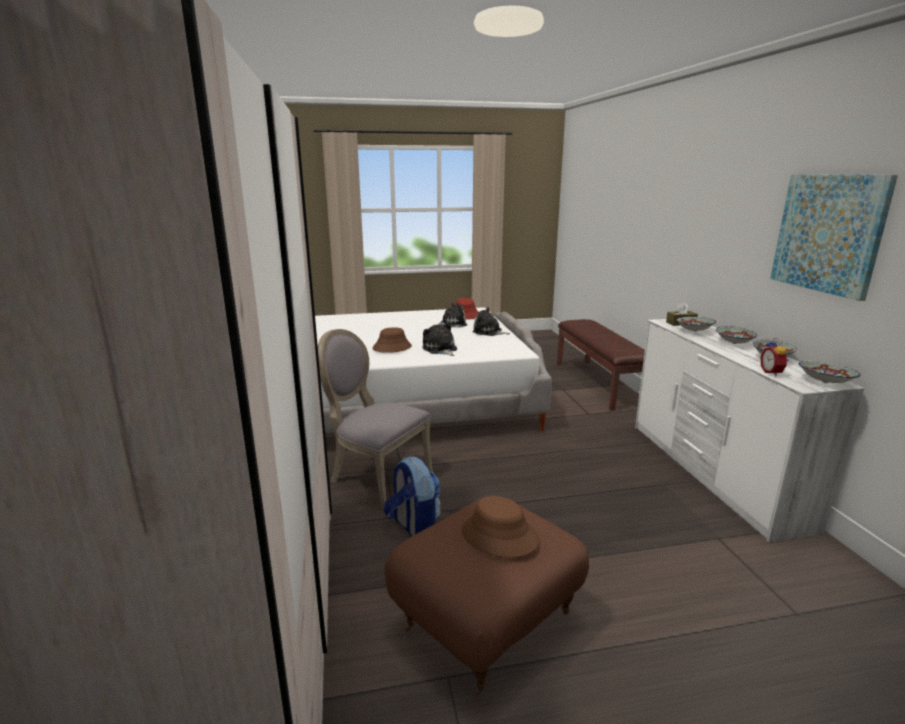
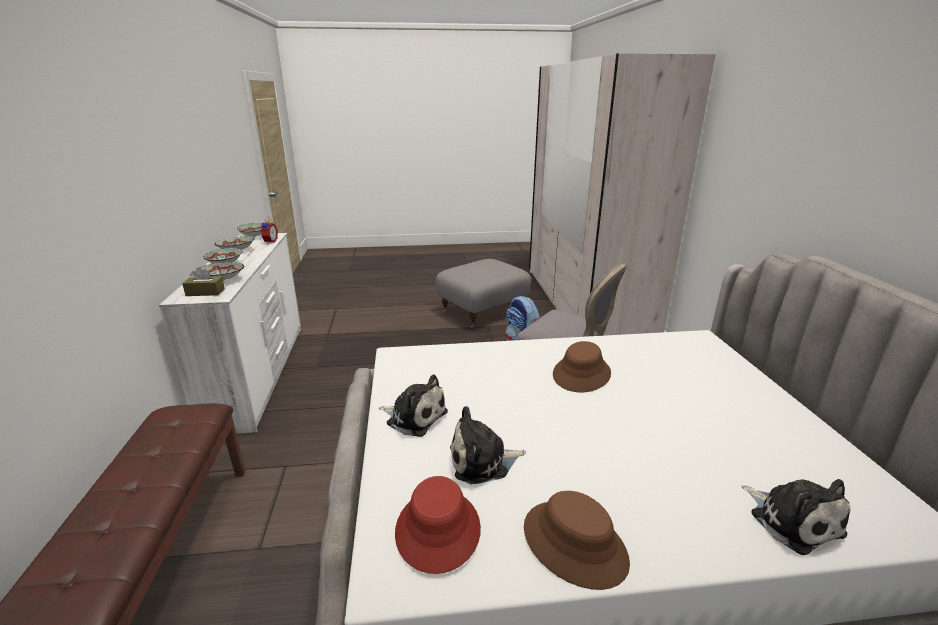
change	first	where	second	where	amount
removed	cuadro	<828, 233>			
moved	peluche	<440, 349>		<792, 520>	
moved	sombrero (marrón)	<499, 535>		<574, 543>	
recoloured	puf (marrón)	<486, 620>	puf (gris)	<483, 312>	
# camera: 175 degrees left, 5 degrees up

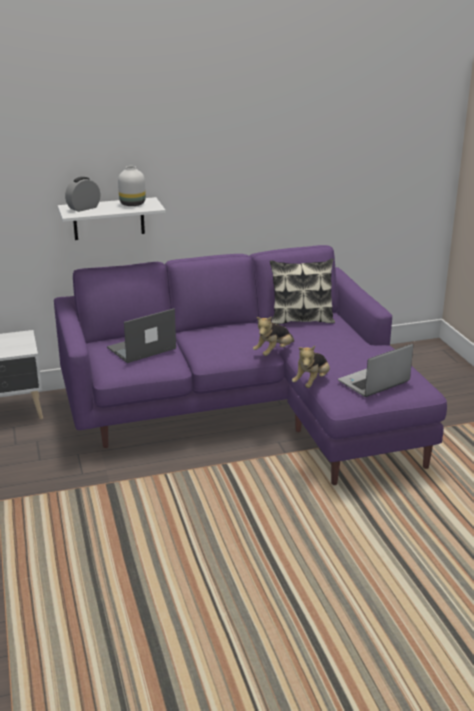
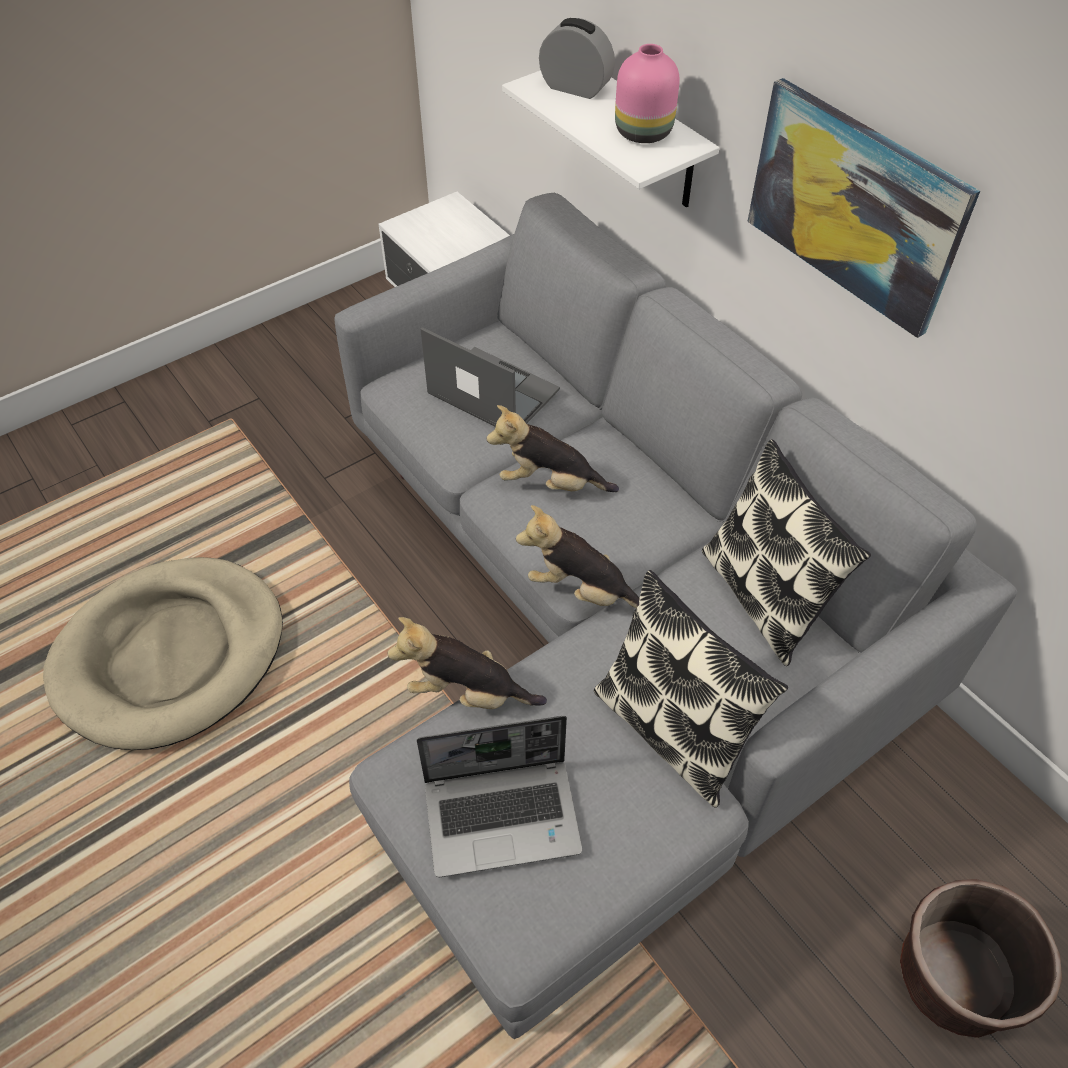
change	first	where	second	where	amount
added			cama para perro (beis)	<171, 656>	
added			peluche	<550, 483>	
added			cojín	<672, 730>	
added			cuadro	<854, 205>	
added			maceta (marrón)	<955, 978>	
recoloured	sofá (morado)	<249, 411>	sofá (gris)	<605, 634>	
recoloured	florero (blanco)	<132, 204>	florero (rosa)	<642, 133>	
turned	portátil	<373, 382>		<503, 815>	135 degrees clockwise
# camera: 70 degrees right, 25 degrees up

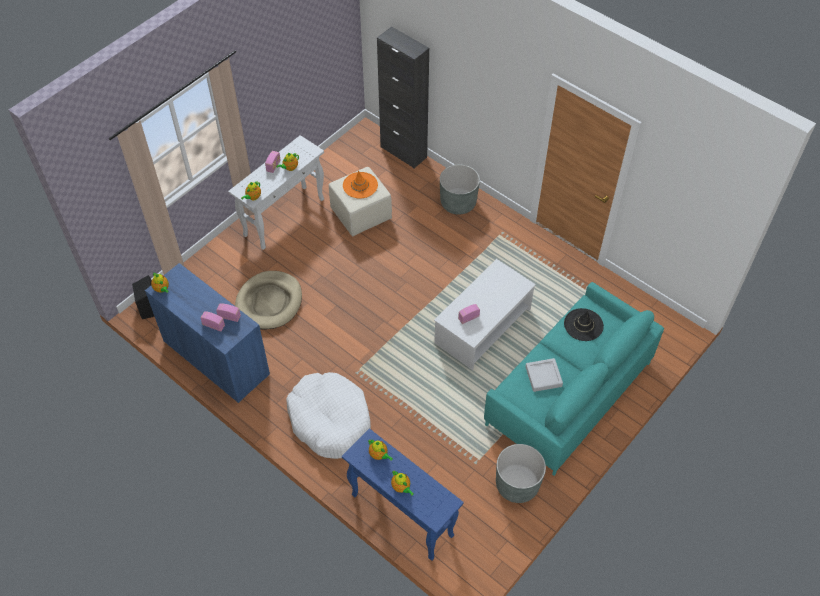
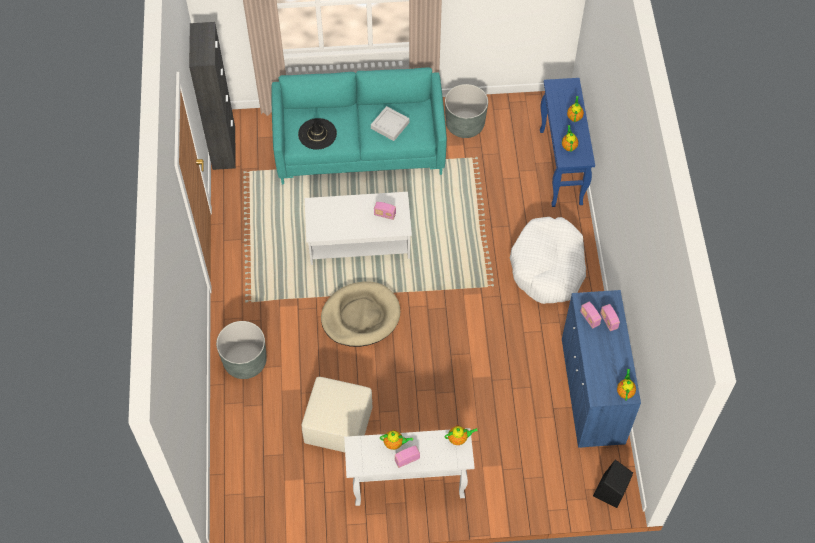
change	first	where	second	where	amount
removed	sombrero (naranja)	<360, 185>			
moved	cama para perro (beis)	<269, 302>		<360, 316>	
moved	armario (negro)	<403, 152>		<224, 148>	
# camera: 135 degrees left, 5 degrees up

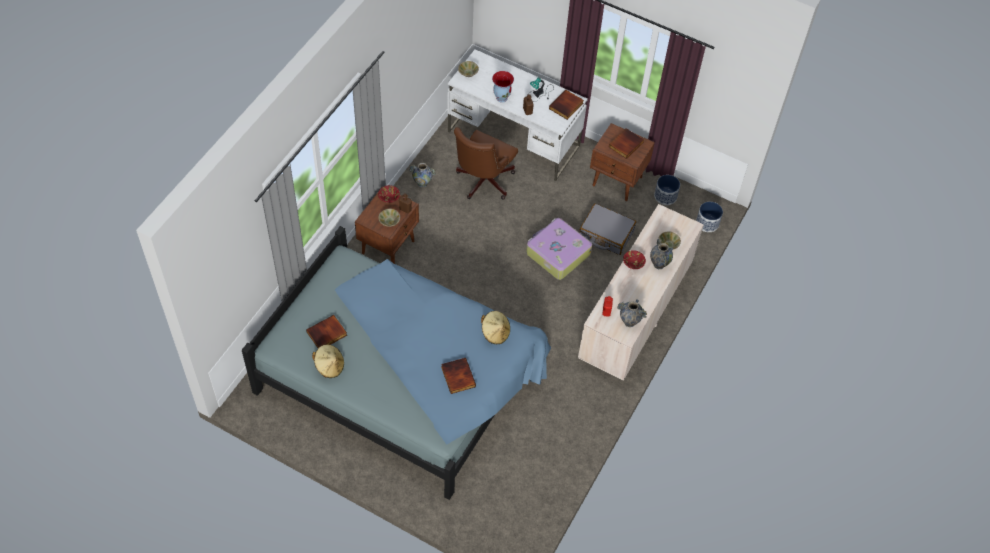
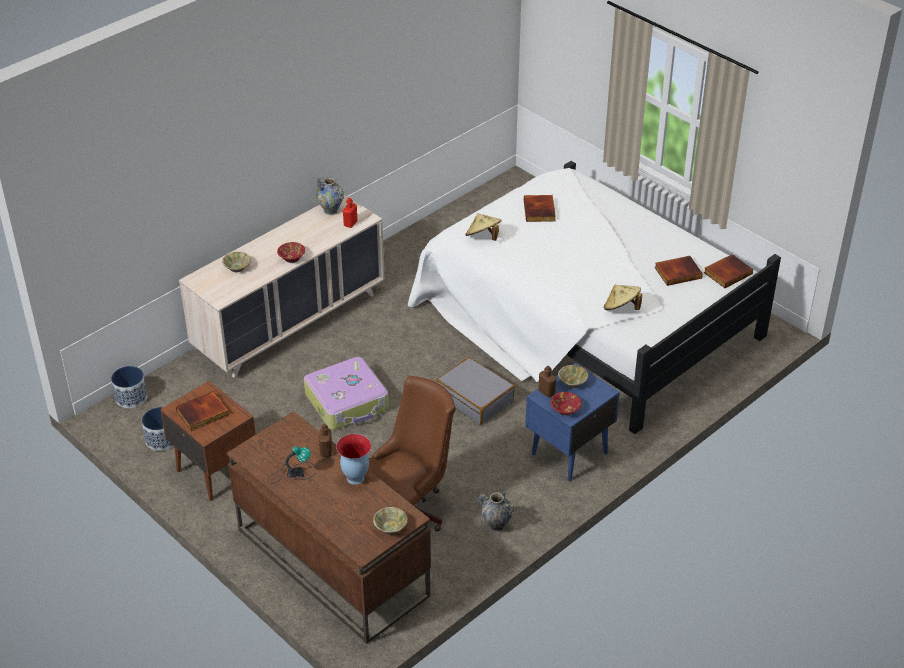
change	first	where	second	where	amount
removed	florero	<659, 264>			
moved	sombrero (beis)	<329, 366>		<621, 308>	
moved	libro	<566, 106>		<727, 273>	
moved	maleta (gris)	<606, 234>		<475, 398>	
recoloured	cama (azul)	<404, 376>	cama (blanco)	<586, 318>	
recoloured	mesita de noche (marrón)	<389, 246>	mesita de noche (azul)	<568, 453>	
recoloured	escritorio (blanco)	<514, 139>	escritorio (marrón)	<331, 562>	
# camera: 160 degrees left, 15 degrees down

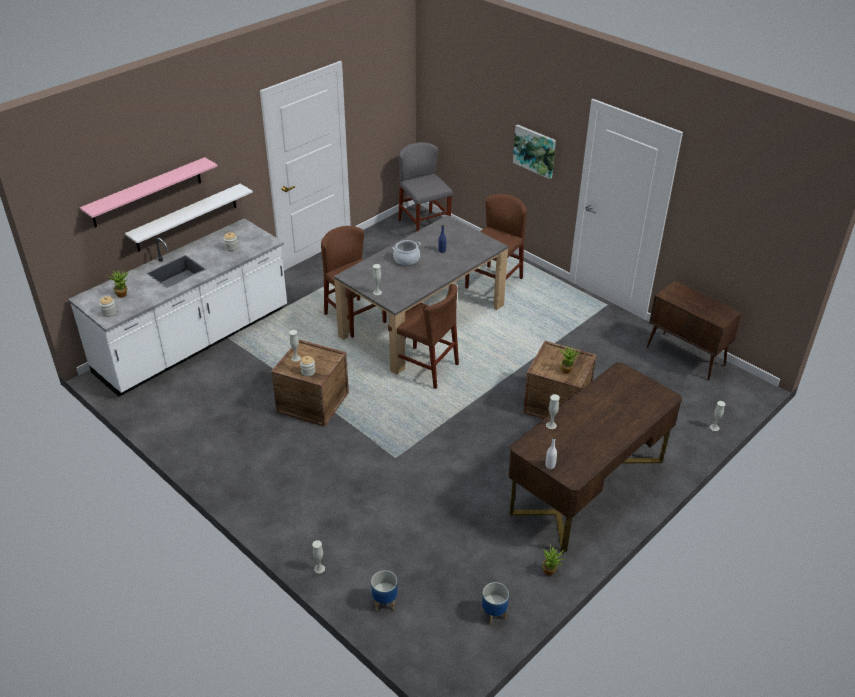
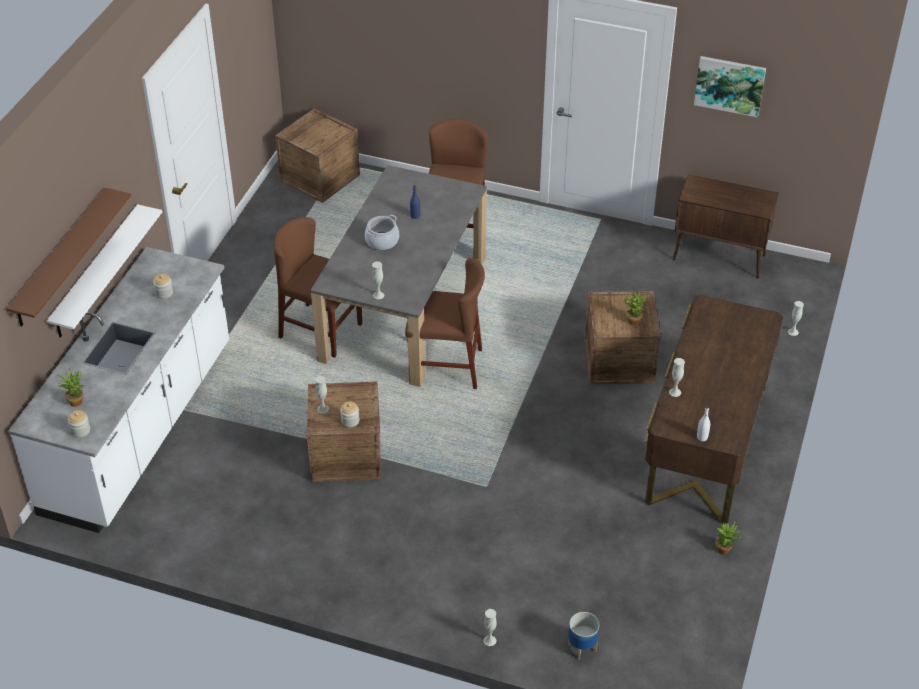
change	first	where	second	where	amount
removed	maceta	<493, 614>			
moved	cuadro	<535, 151>		<730, 85>	
replaced	silla (gris)	<424, 226>	caja de embalaje	<320, 178>	
recoloured	estante (rosa)	<147, 192>	estante (marrón)	<60, 258>	
# camera: 25 degrees left, 5 degrees up

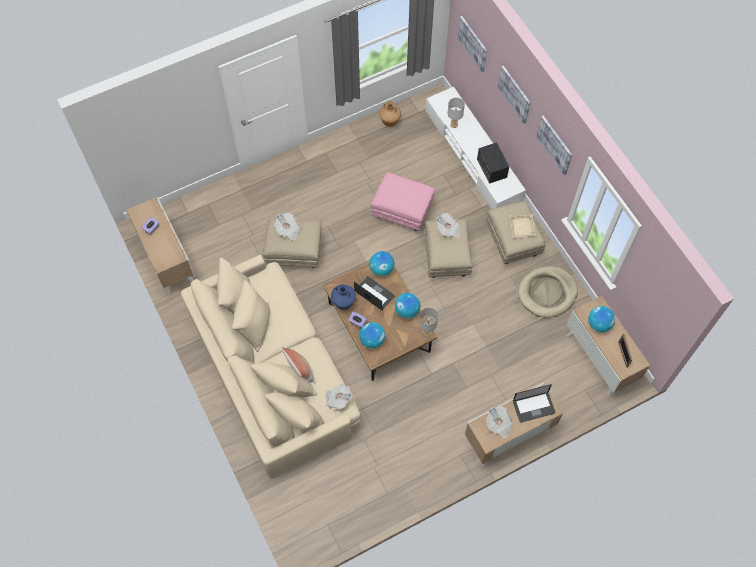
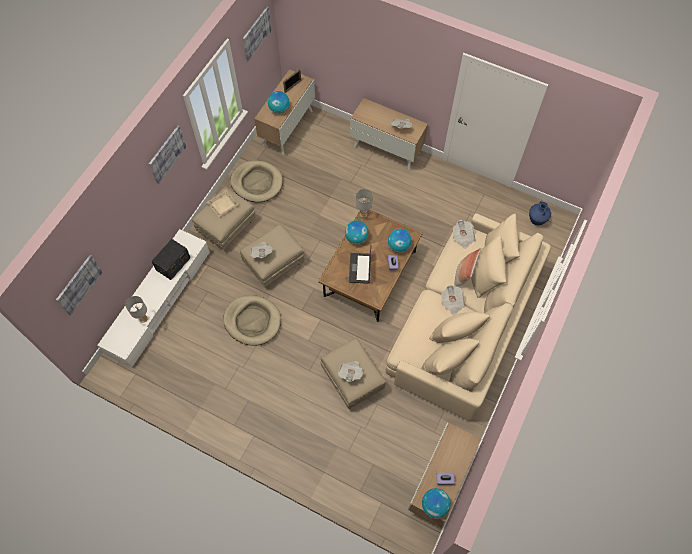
change	first	where	second	where	amount
removed	florero (marrón)	<390, 122>			
removed	portátil	<533, 407>			
added			periódico	<452, 303>	
moved	florero (azul)	<343, 303>		<536, 220>	
moved	globo terráqueo	<381, 269>		<434, 505>	
moved	cuadro	<515, 94>		<256, 33>	
replaced	puf (rosa)	<403, 211>	cama para perro (beis)	<252, 321>	
# camera: 125 degrees left, 0 degrees up

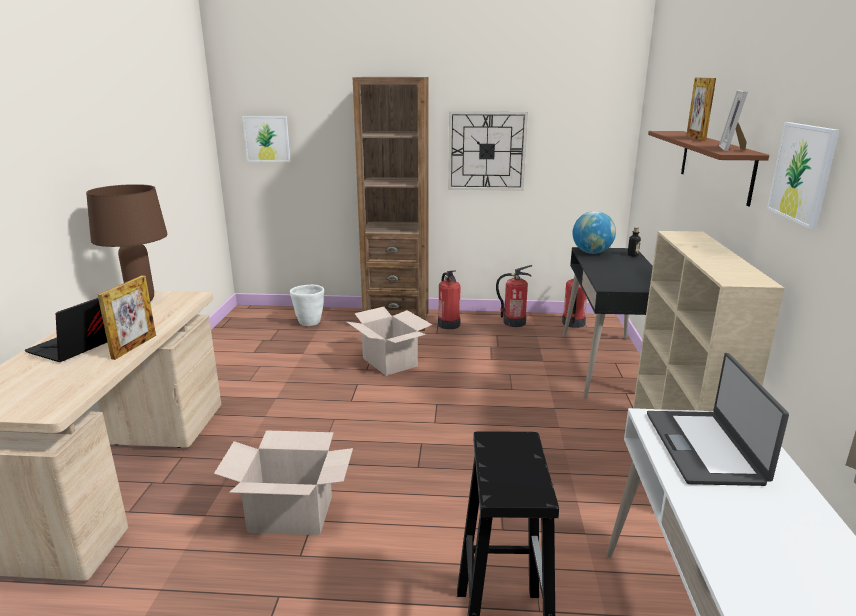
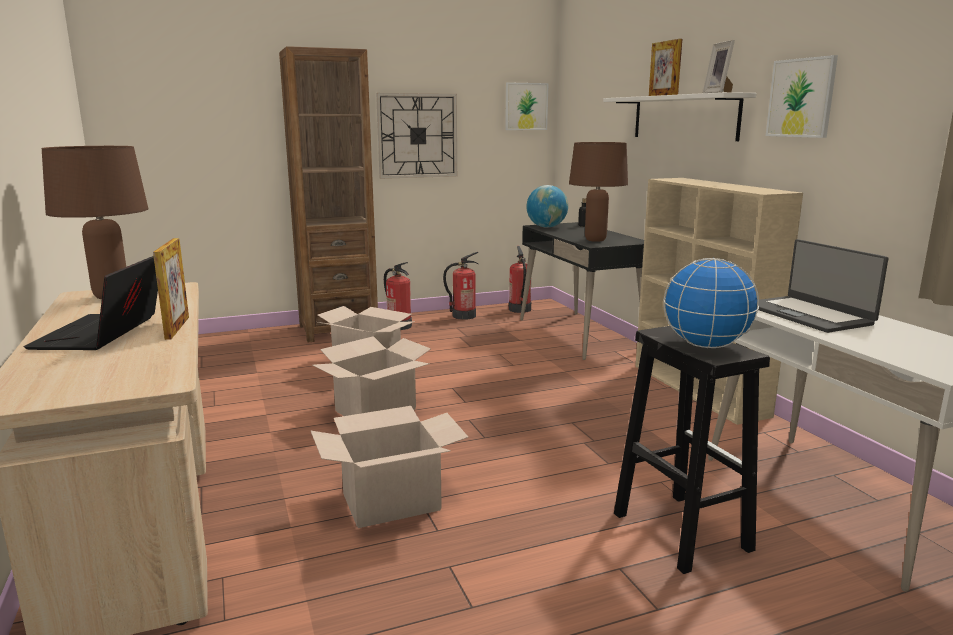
change	first	where	second	where	amount
removed	maceta (blanco)	<309, 323>			
added			caja de cartón	<375, 410>	
added			lámpara de mesa (marrón)	<595, 240>	
added			globo terráqueo	<705, 345>	
moved	cuadro	<267, 139>		<526, 106>	
recoloured	estante (marrón)	<715, 164>	estante (blanco)	<683, 117>	
# camera: 25 degrees left, 5 degrees down

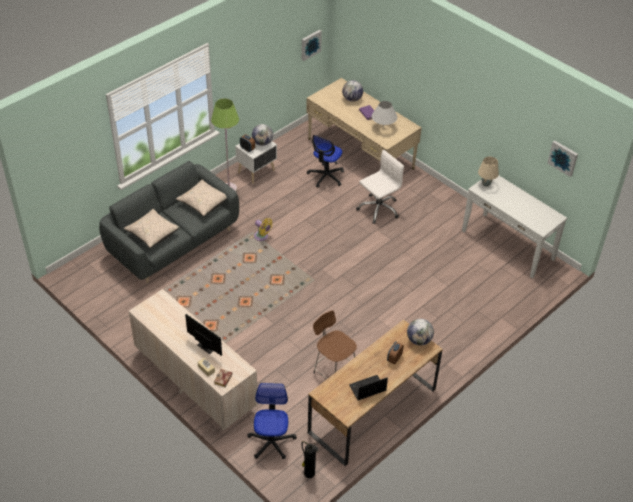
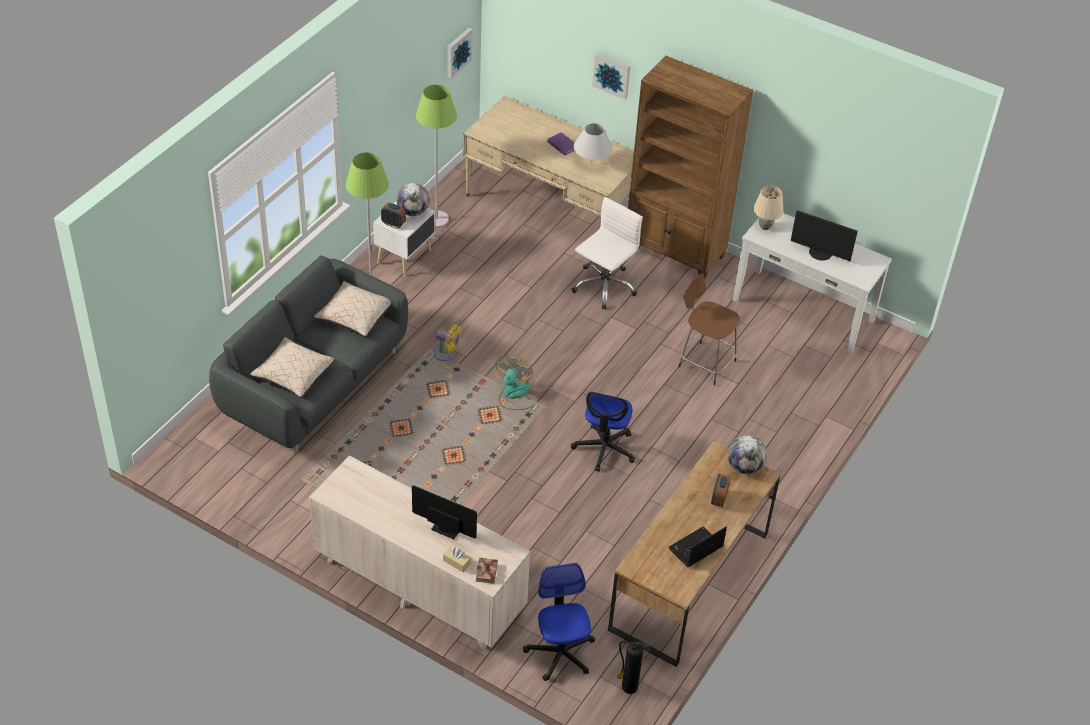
change	first	where	second	where	amount
removed	globo terráqueo	<352, 99>			
added			lámpara de pie (verde)	<436, 220>	
added			ventilador	<514, 395>	
added			estantería (marrón)	<675, 252>	
added			monitor	<820, 253>	
moved	silla de oficina	<326, 176>		<604, 448>	
moved	taburete (marrón)	<334, 373>		<705, 362>	
moved	cuadro	<563, 157>		<612, 75>	
# camera: 15 degrees left, 0 degrees up

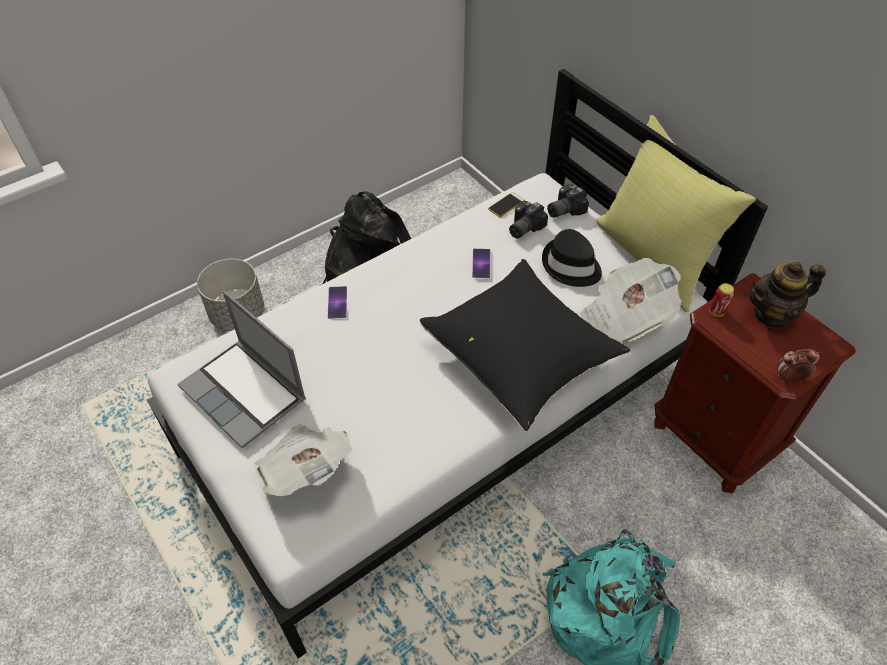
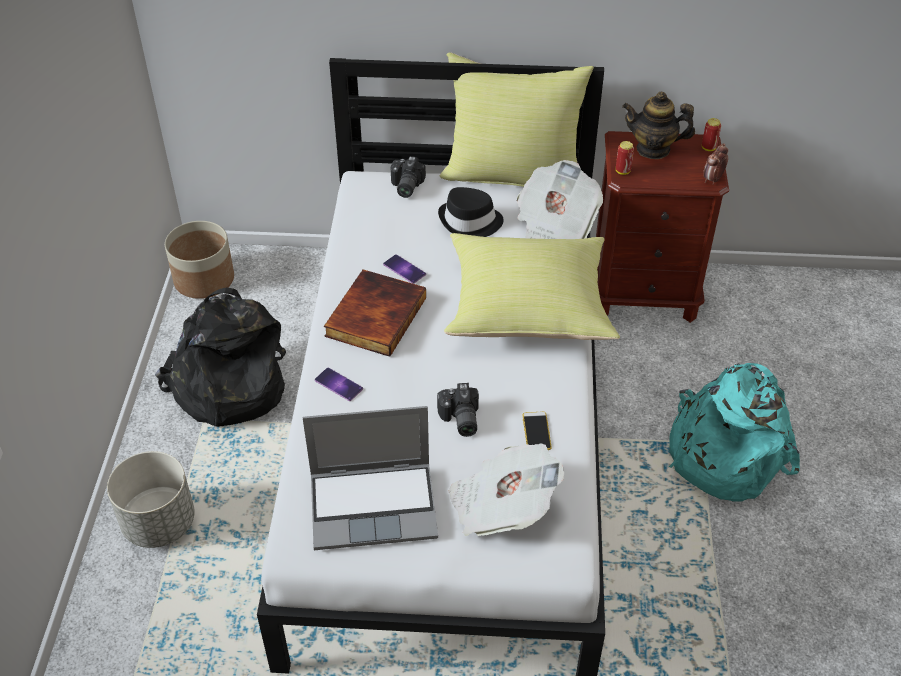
change	first	where	second	where	amount
added			maceta	<204, 280>	
added			libro	<374, 315>	
added			lata	<708, 148>	
moved	móvil	<506, 205>		<536, 431>	
moved	cámara	<523, 227>		<459, 420>	
recoloured	cojín (negro)	<521, 358>	cojín (amarillo)	<529, 308>	
turned	tetera	<772, 314>		<653, 149>	75 degrees clockwise
# camera: 50 degrees left, 5 degrees down

